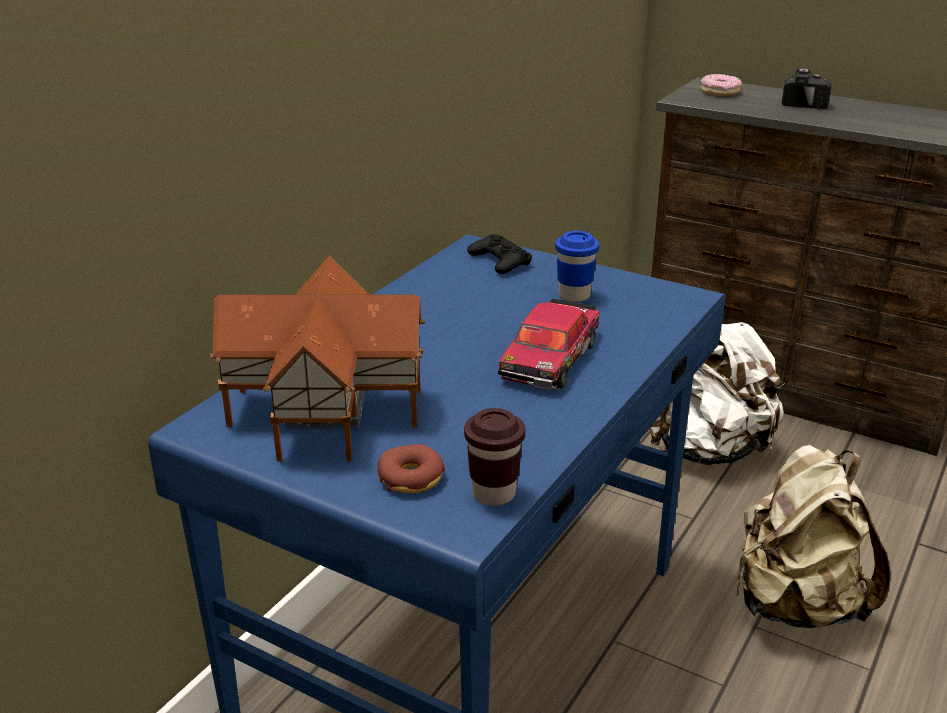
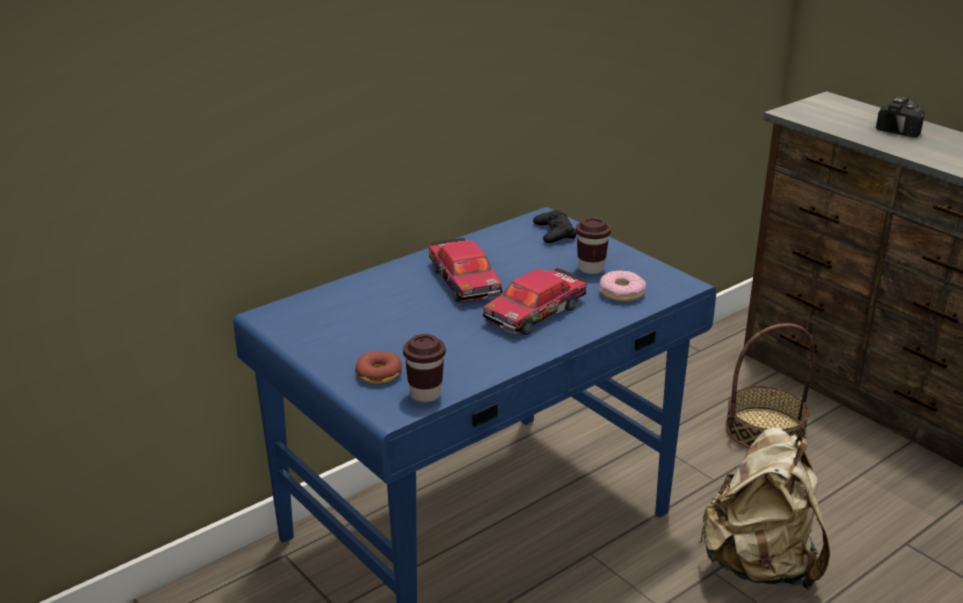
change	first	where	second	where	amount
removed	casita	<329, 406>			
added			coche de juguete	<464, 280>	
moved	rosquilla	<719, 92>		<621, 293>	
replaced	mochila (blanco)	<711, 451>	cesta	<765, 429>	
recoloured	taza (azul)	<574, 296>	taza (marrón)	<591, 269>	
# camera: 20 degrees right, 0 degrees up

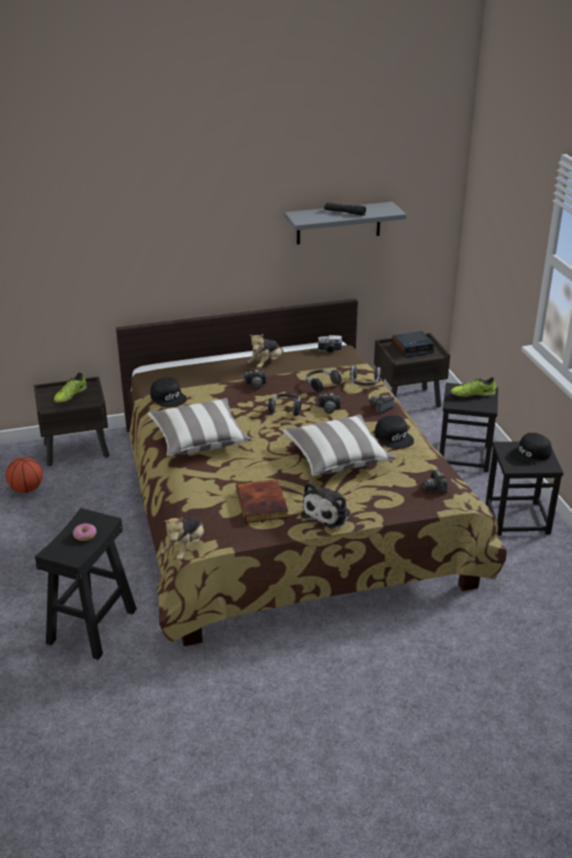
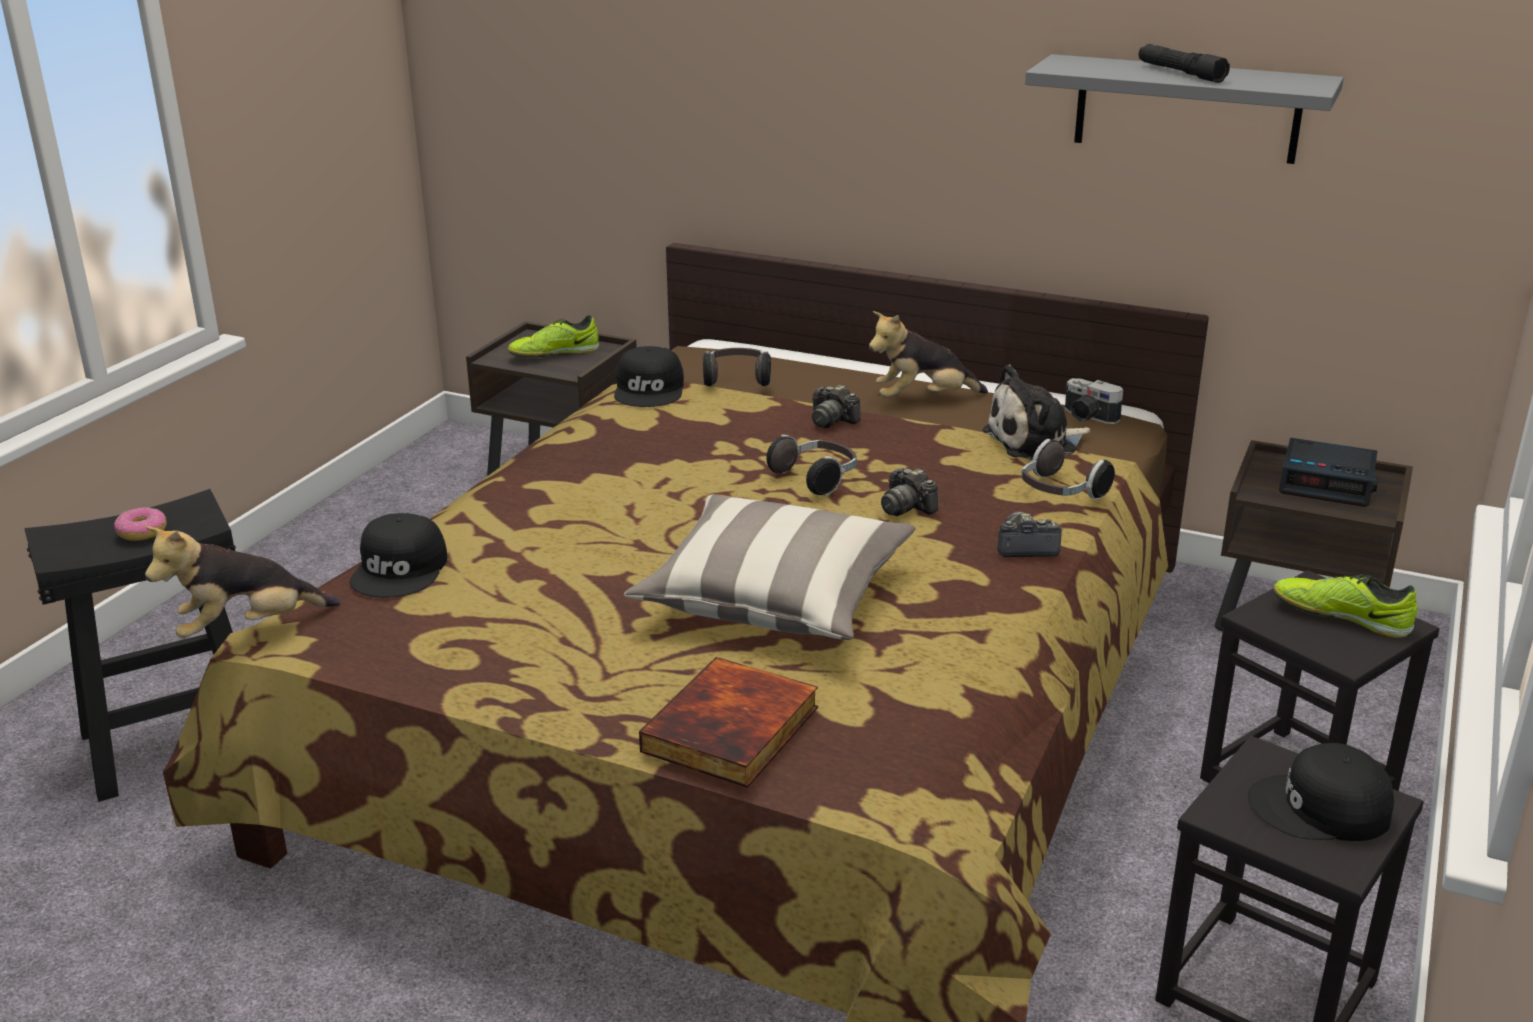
change	first	where	second	where	amount
removed	balón de baloncesto	<26, 489>			
removed	cojín	<199, 439>			
removed	cámara	<434, 488>			
moved	libro	<263, 504>		<733, 730>	
moved	peluche	<328, 513>		<1035, 442>	
moved	auriculares	<321, 385>		<737, 379>	
moved	gorra (negro)	<394, 437>		<401, 570>	
# camera: 40 degrees right, 5 degrees down

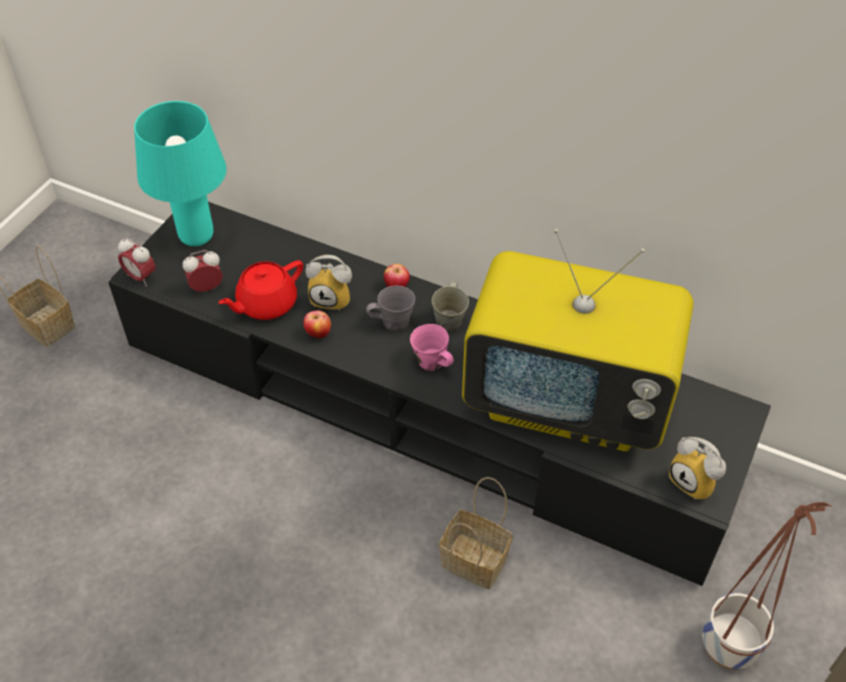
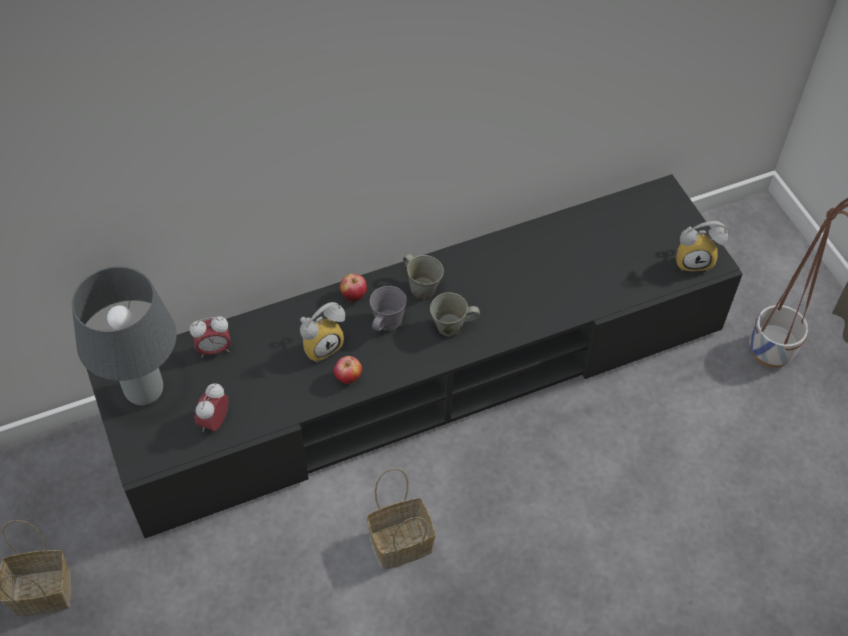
change	first	where	second	where	amount
removed	tetera (rojo)	<266, 304>			
removed	televisor	<569, 401>			
moved	despertador	<141, 277>		<214, 350>	
moved	cesta	<476, 561>		<402, 541>	
recoloured	lámpara de mesa (turquesa)	<197, 237>	lámpara de mesa (gris)	<146, 391>	
recoloured	taza grande (rosa)	<432, 362>	taza grande (gris)	<451, 327>	
# camera: 50 degrees left, 5 degrees up

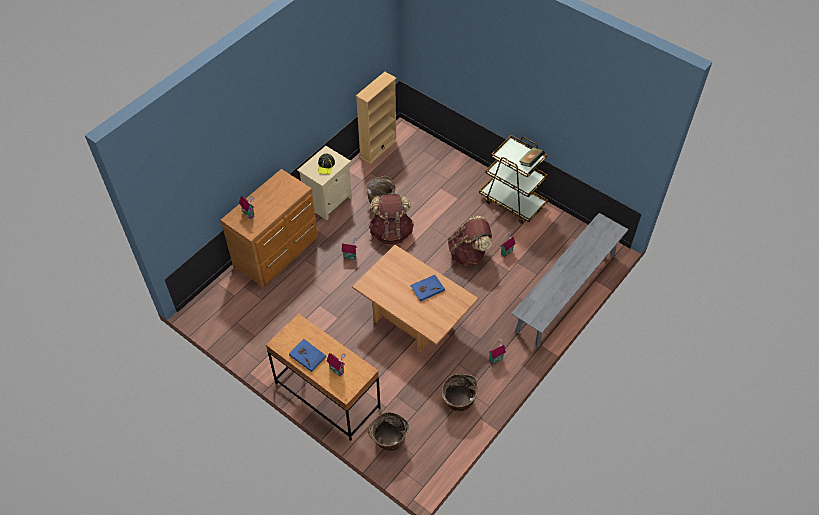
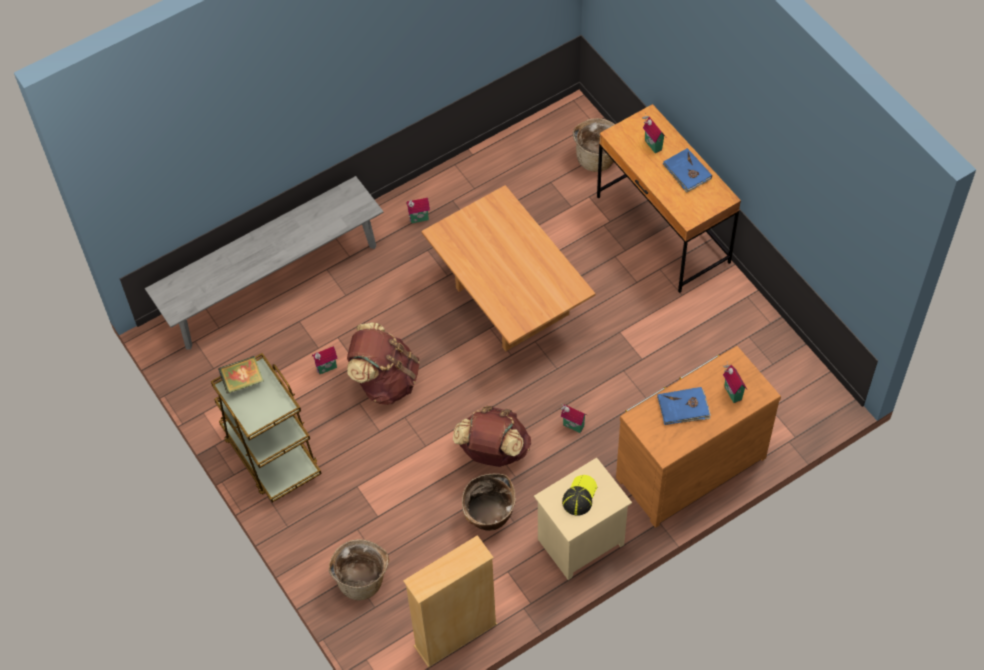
change	first	where	second	where	amount
moved	libro (azul)	<427, 288>		<683, 408>	
moved	cesta	<458, 402>		<362, 579>	
# camera: 160 degrees left, 5 degrees up

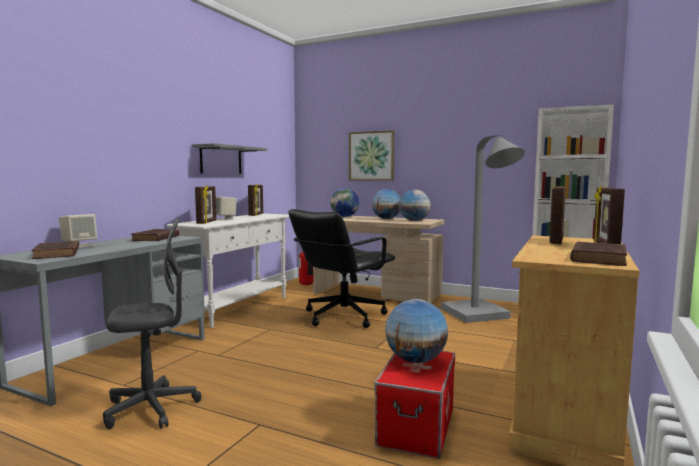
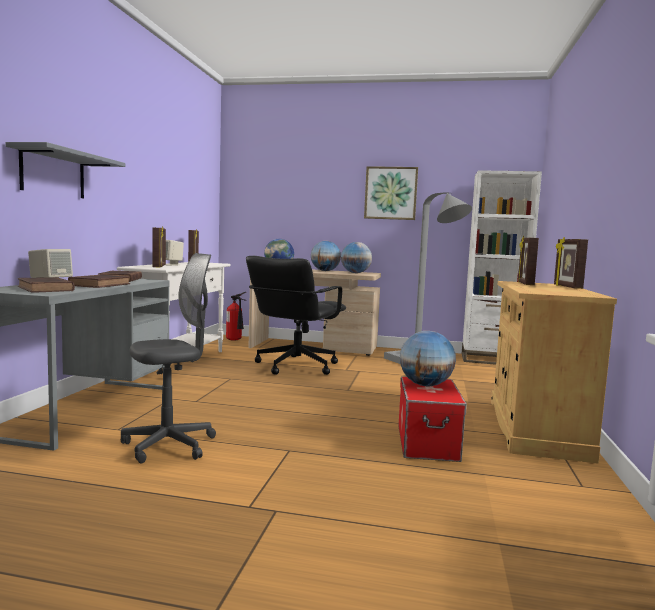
change	first	where	second	where	amount
moved	estante (gris)	<221, 160>		<53, 174>	
moved	cuadro	<371, 156>		<390, 193>	
moved	libro (marrón)	<598, 258>		<101, 285>	
# camera: 15 degrees left, 0 degrees up

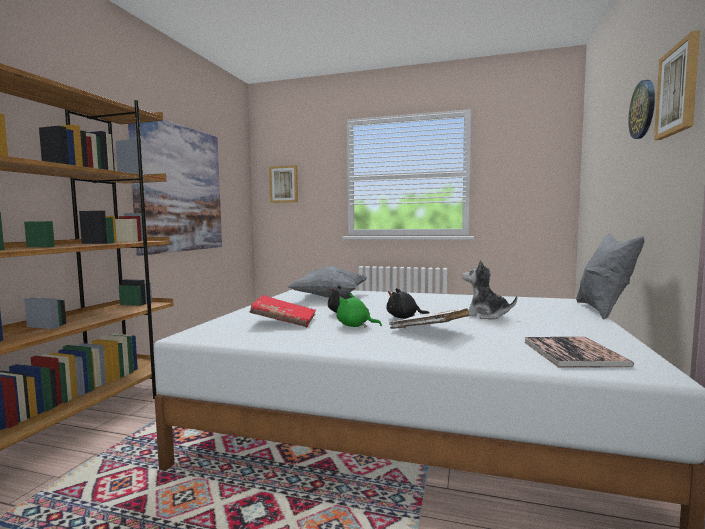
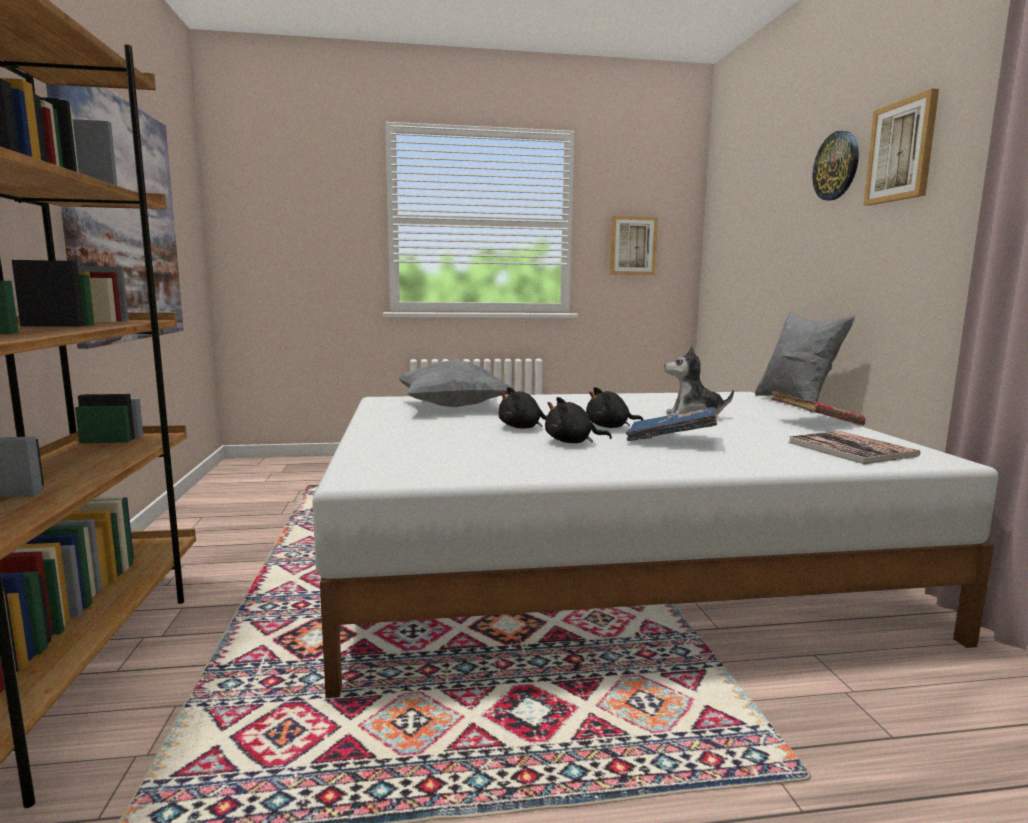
change	first	where	second	where	amount
moved	libro (rojo)	<283, 322>		<816, 422>	
moved	cuadro	<284, 184>		<632, 246>	
recoloured	peluche (verde)	<355, 326>	peluche (negro)	<572, 442>	
recoloured	libro (blanco)	<429, 331>	libro (azul)	<671, 440>	
# camera: 25 degrees left, 5 degrees up

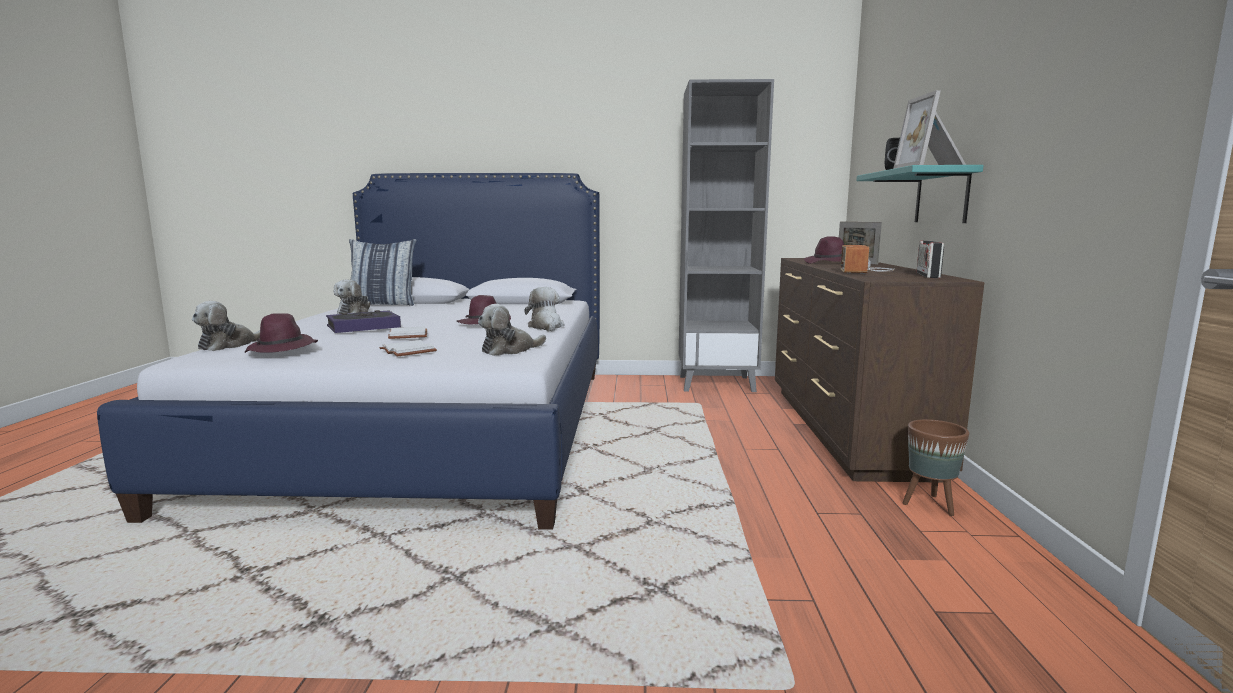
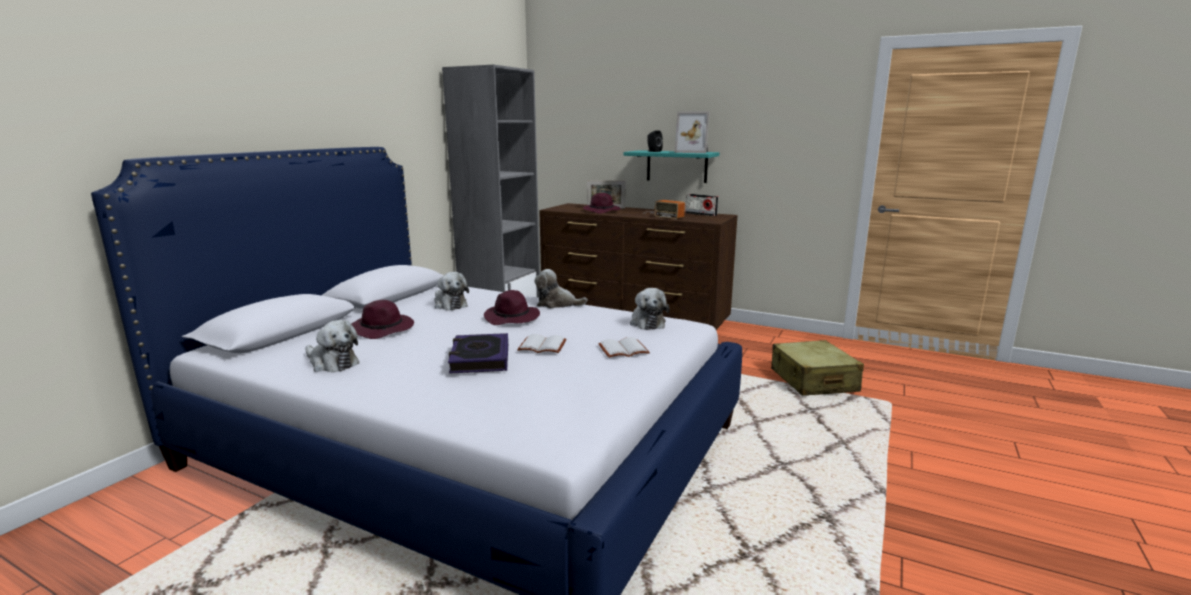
change	first	where	second	where	amount
removed	cojín	<383, 304>			
removed	maceta (marrón)	<929, 505>			
added			maleta (beis)	<813, 381>	
moved	peluche	<229, 345>		<449, 304>	
moved	sombrero (morado)	<282, 349>		<383, 329>	
# camera: 65 degrees left, 5 degrees up

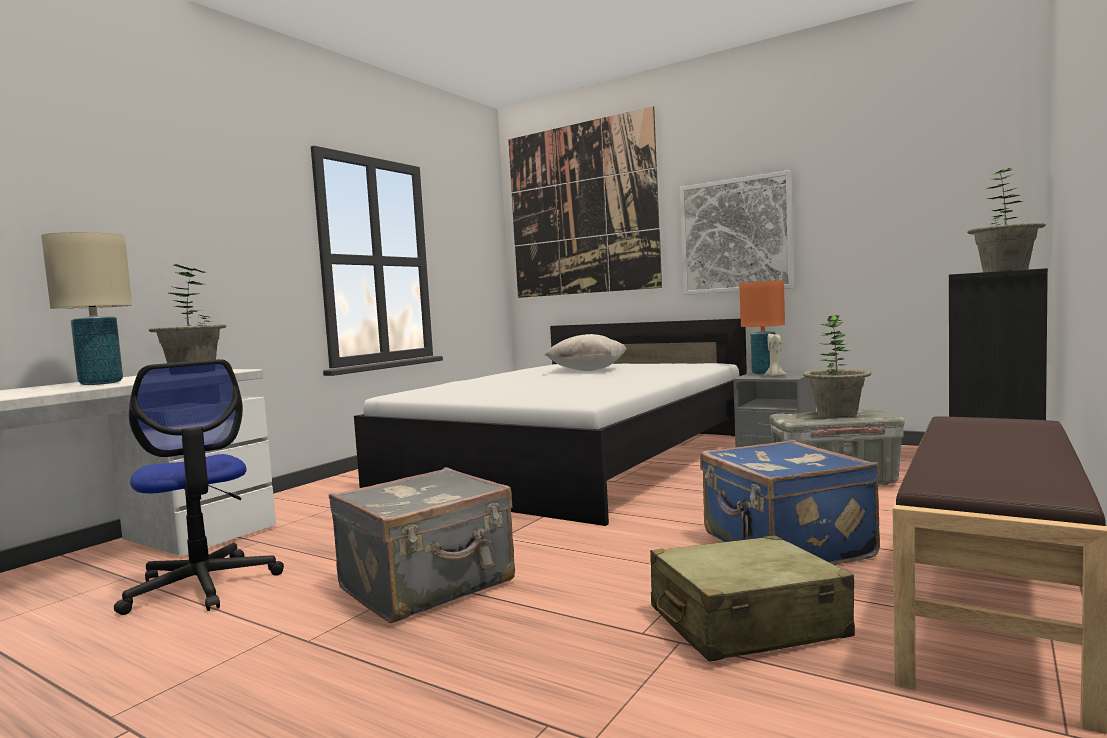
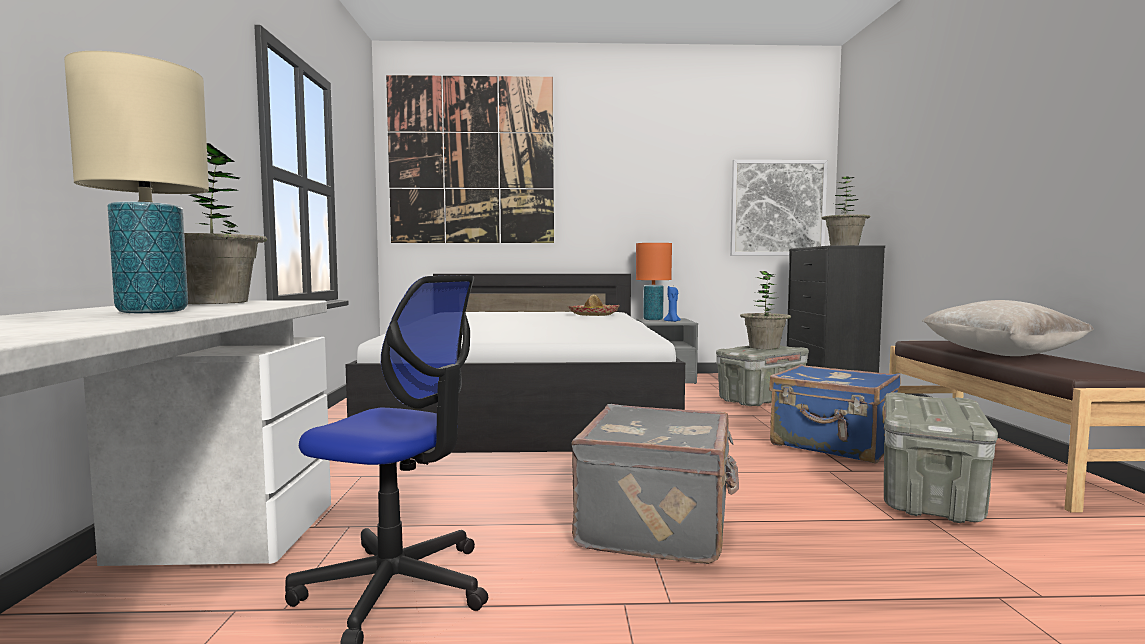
change	first	where	second	where	amount
added			sombrero	<594, 315>	
moved	cojín (beis)	<588, 370>		<1000, 355>	
moved	cuadro	<735, 236>		<777, 208>	
replaced	maleta (beis)	<745, 623>	caja de almacenaje (gris)	<930, 497>	
recoloured	vela (beis)	<775, 376>	vela (azul)	<672, 321>	
# camera: 35 degrees left, 0 degrees up

